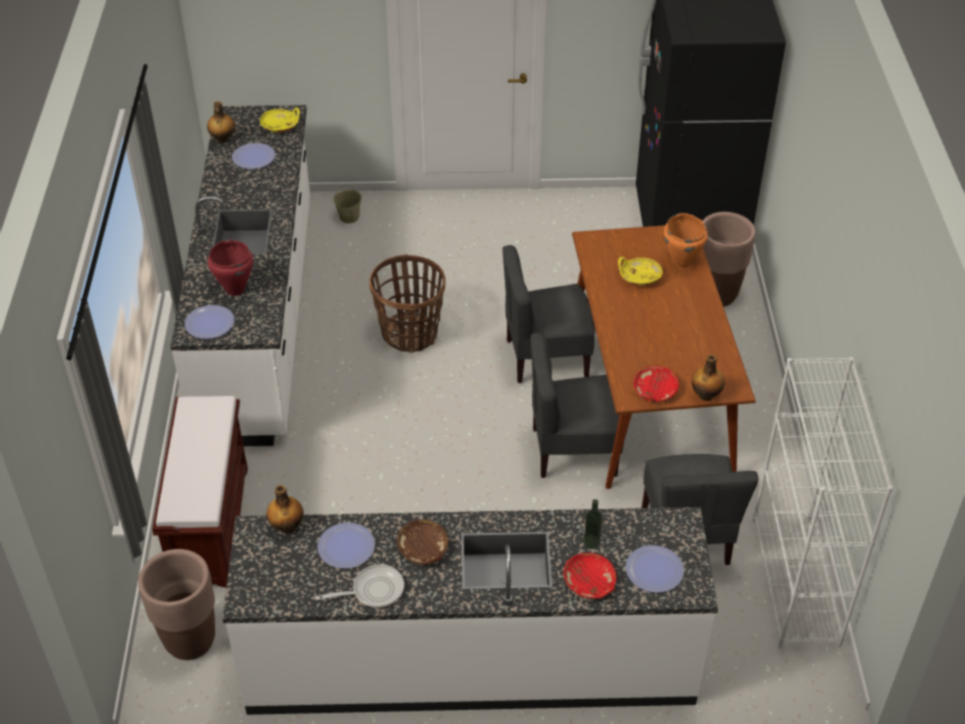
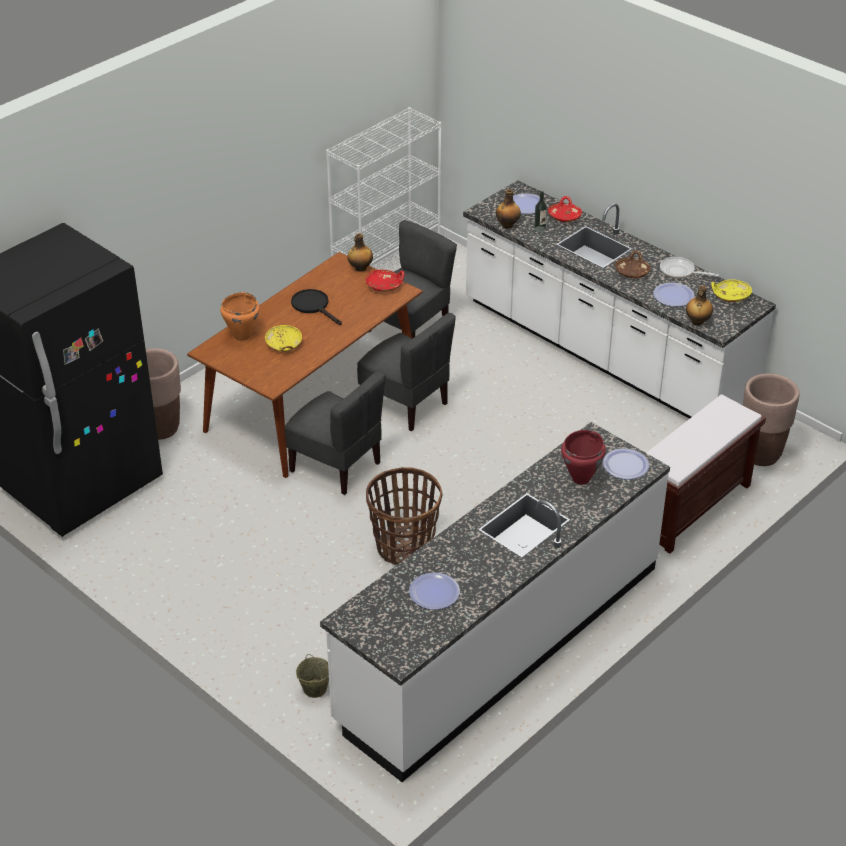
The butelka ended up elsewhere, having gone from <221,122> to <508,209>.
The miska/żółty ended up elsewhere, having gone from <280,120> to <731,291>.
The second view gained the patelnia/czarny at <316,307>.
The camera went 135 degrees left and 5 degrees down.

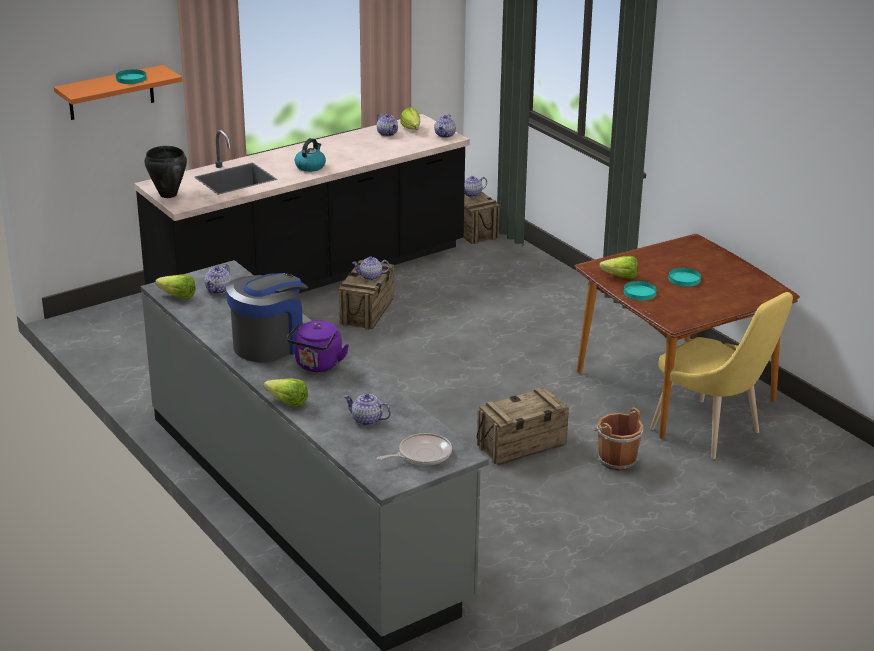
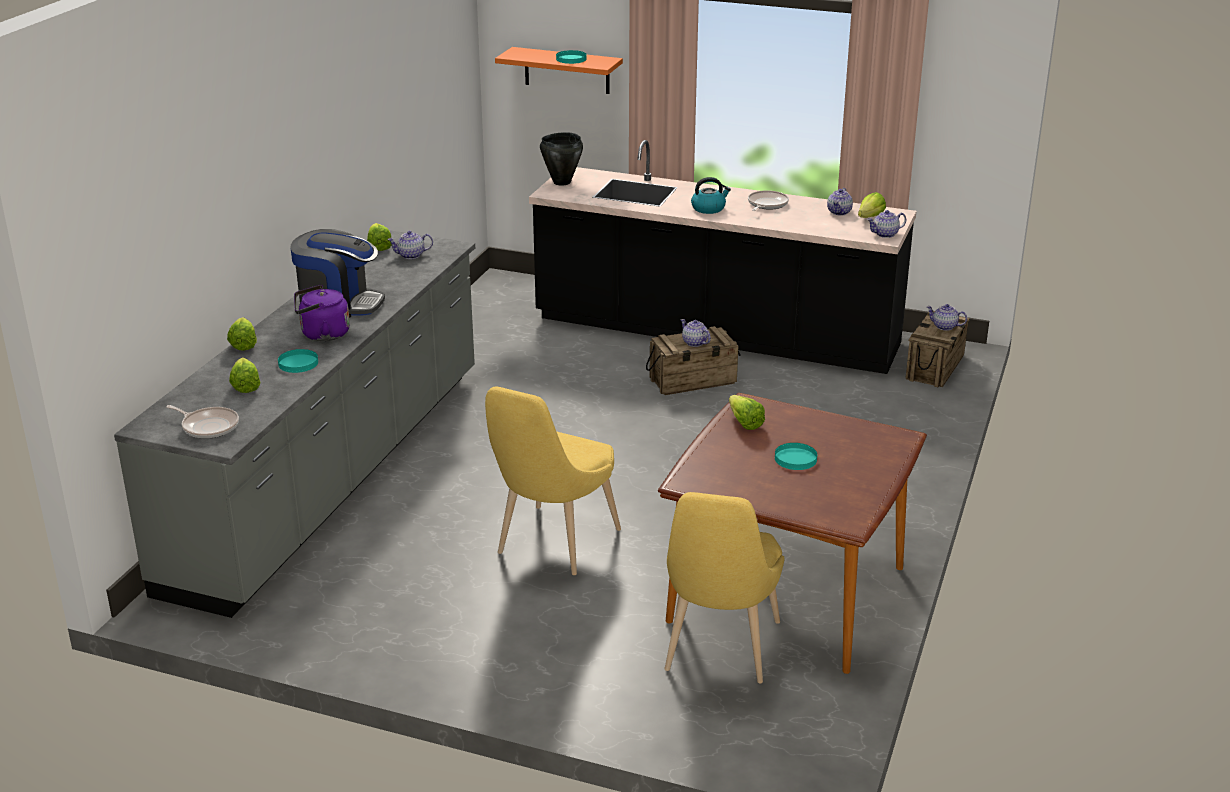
The talerz/turkusowy ended up elsewhere, having gone from <640,290> to <298,361>.
Where the skrzynka stood at <523,426>, the krzesło/żółty came to stand at <553,481>.
Where the imbryk stood at <367,409>, the sałata came to stand at <244,375>.
The second view lost the wiadro/brązowy at <618,439>.
The second view gained the patelnia at <768,200>.
The camera went 55 degrees right and 0 degrees up.

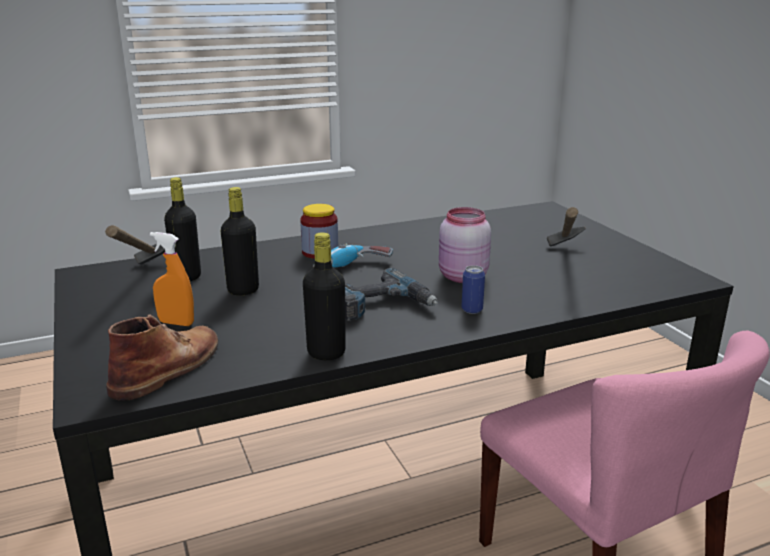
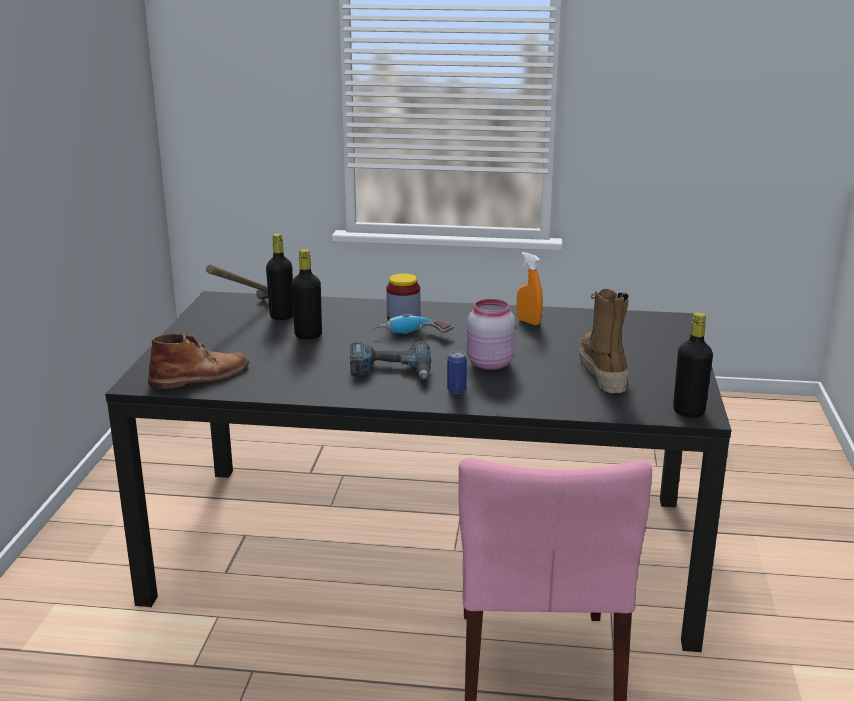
Where the młotek stood at <566,226>, the but z cholewką came to stand at <604,341>.
The spryskiwacz/pomarańczowy ended up elsewhere, having gone from <172,279> to <529,288>.
The butelka/czarny ended up elsewhere, having gone from <324,296> to <693,365>.
The camera went 30 degrees right and 0 degrees up.

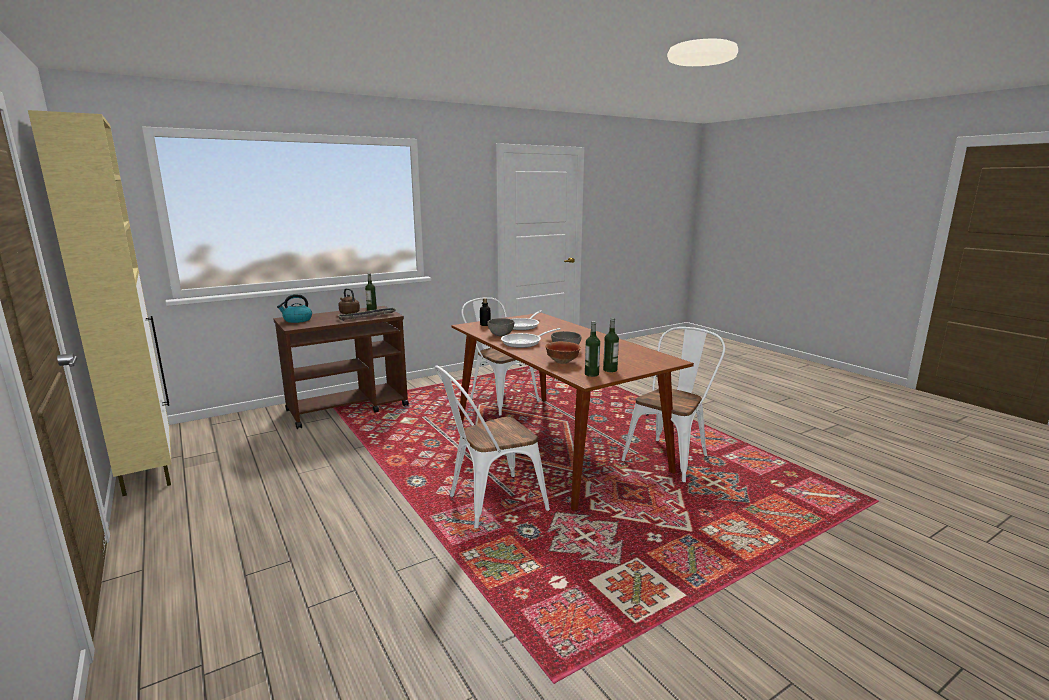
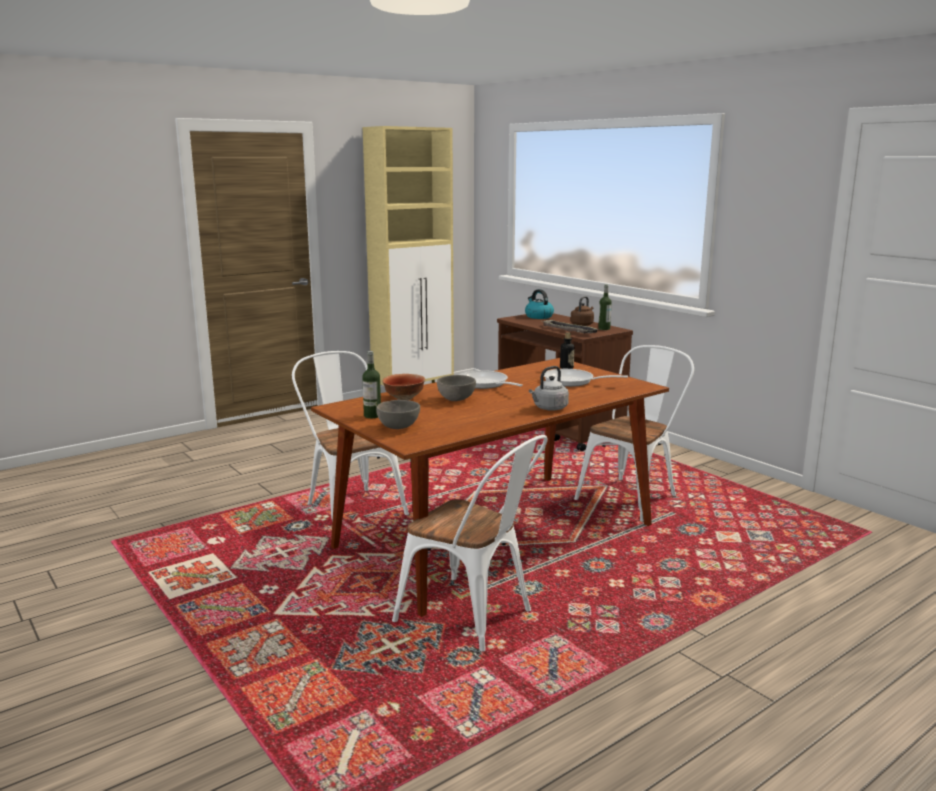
The miska/szary ended up elsewhere, having gone from <500,327> to <398,414>.
The second view lost the butelka at <592,349>.
The second view gained the czajnik/szary at <549,388>.
The camera went 85 degrees right and 0 degrees up.

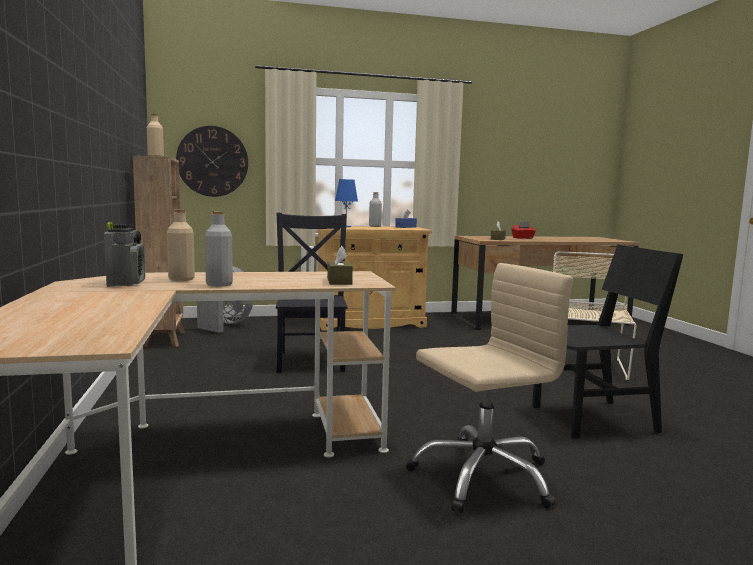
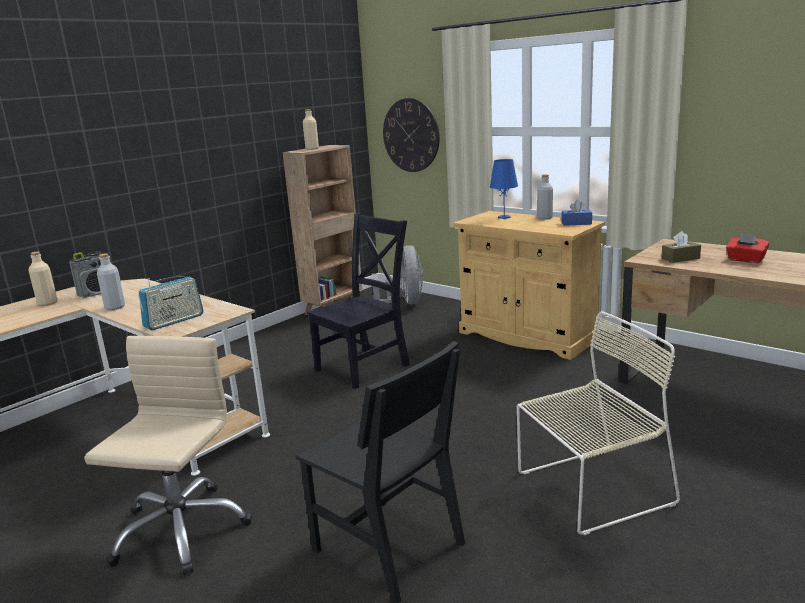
The butelka/beżowy ended up elsewhere, having gone from <181,245> to <43,279>.
Where the pudełko chusteczek/brązowy stood at <340,265>, the radio came to stand at <171,303>.
The krzesło biurowe/beżowy at <489,388> ended up facing another way, 105 degrees counterclockwise from before.
The camera went 55 degrees right and 10 degrees up.

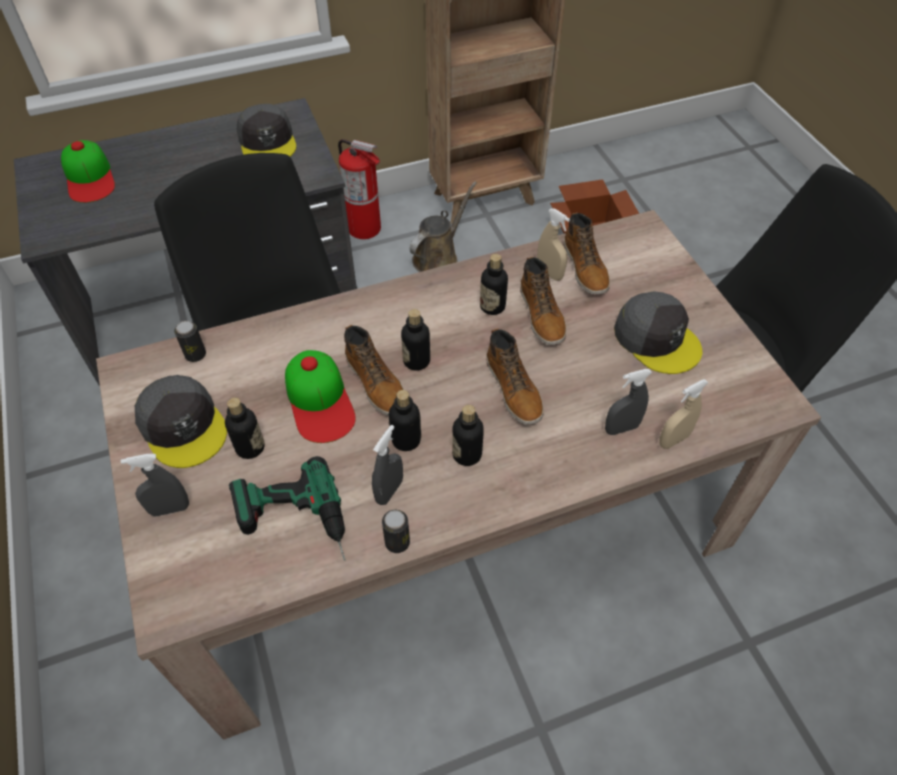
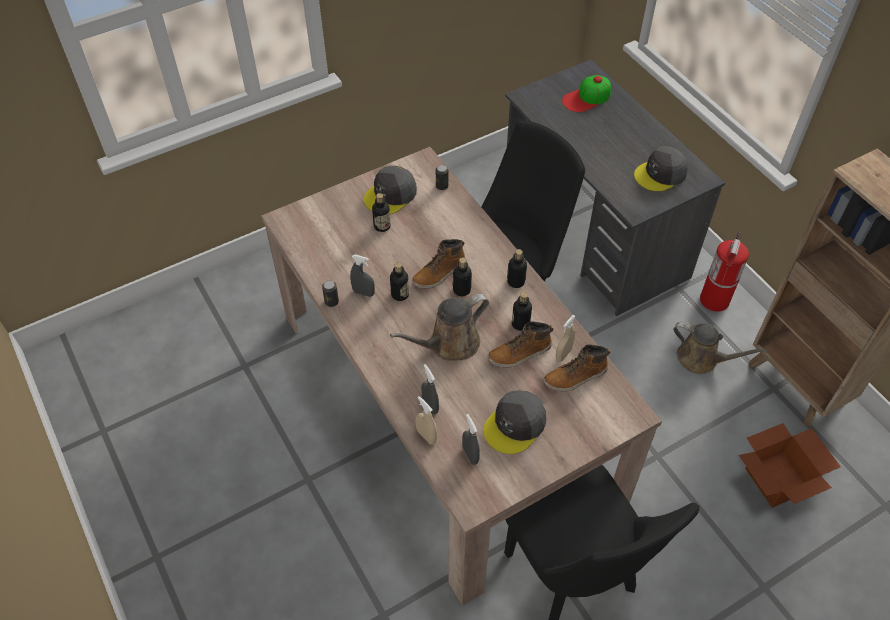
Where the but z cholewką stood at <515,376>, the konewka/brązowy came to stand at <439,327>.
The second view lost the czapka z daszkiem at <320,396>.
The butelka ended up elsewhere, having gone from <468,435> to <517,268>.
The spryskiwacz/szary ended up elsewhere, having gone from <155,485> to <471,439>.
The second view lost the wiertarka at <287,508>.
The camera went 80 degrees right and 0 degrees up.

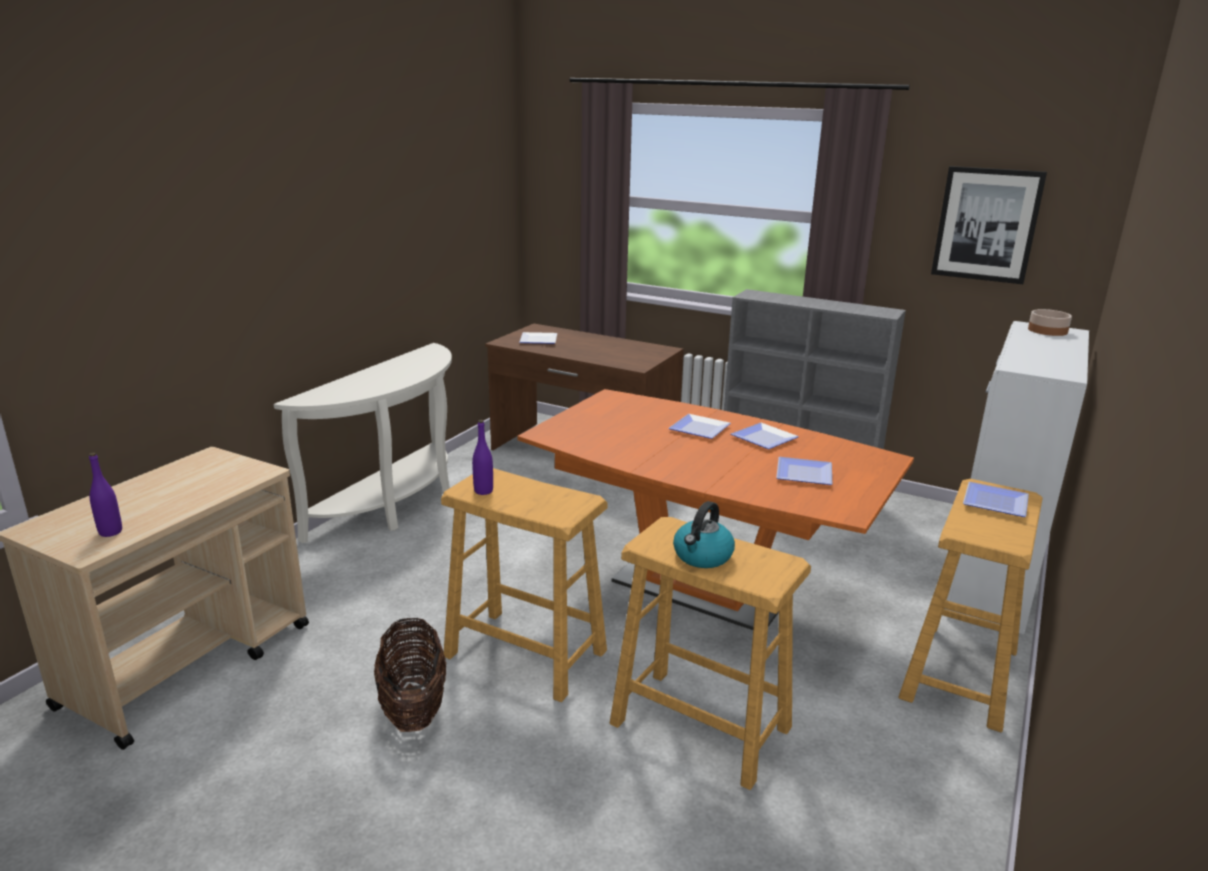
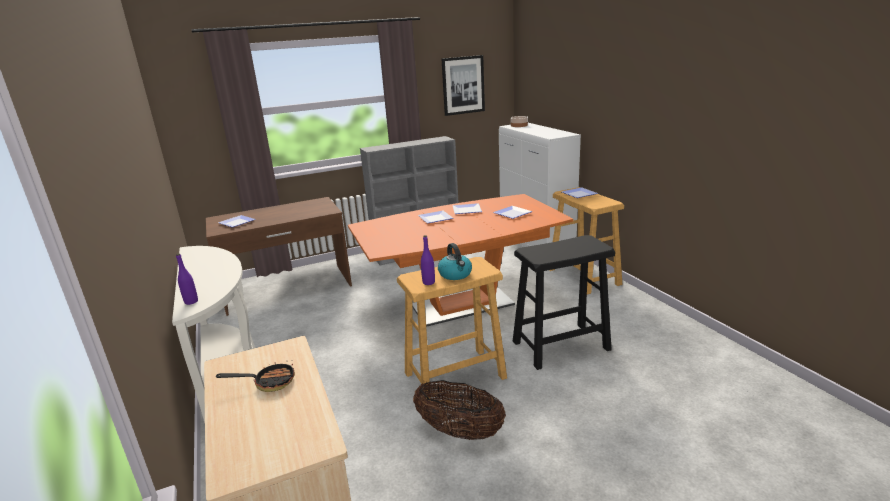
The butelka/fioletowy ended up elsewhere, having gone from <105,495> to <187,279>.
The czajnik ended up elsewhere, having gone from <704,534> to <455,261>.
What was the stołek/beżowy at <710,653> turned into the stołek/czarny at <564,302>.
The second view gained the patelnia at <255,377>.
The camera went 50 degrees left and 0 degrees up.

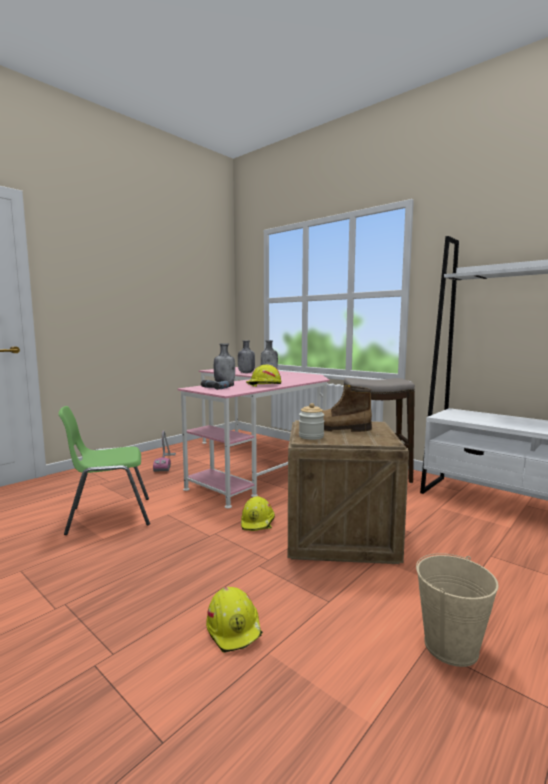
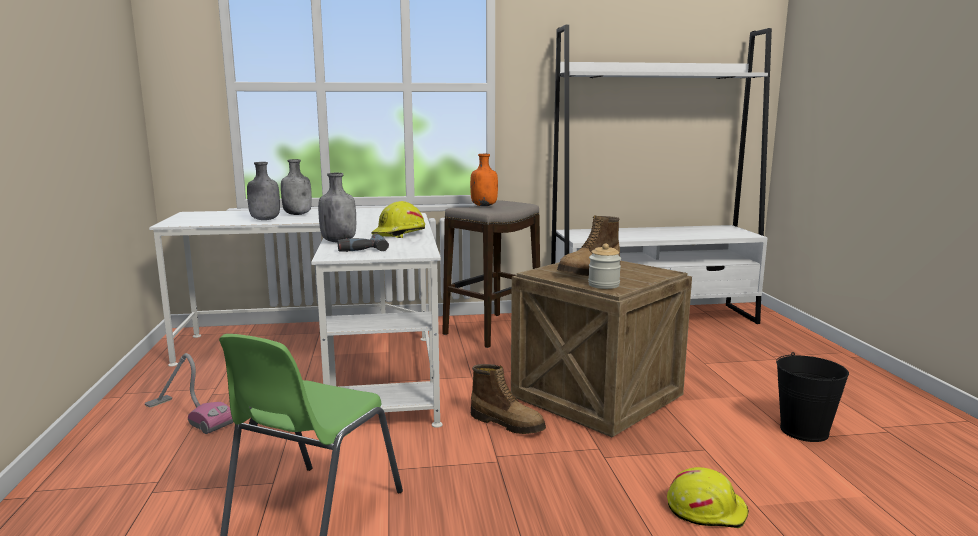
What was the biurko/różowy at <254,437> turned into the biurko/biały at <296,318>.
Where the kask/żółty stood at <258,513>, the but z cholewką came to stand at <508,399>.
What was the wiadro/beżowy at <457,610> turned into the wiadro/czarny at <812,397>.
The second view gained the butelka/pomarańczowy at <484,180>.
The camera went 50 degrees left and 5 degrees up.

